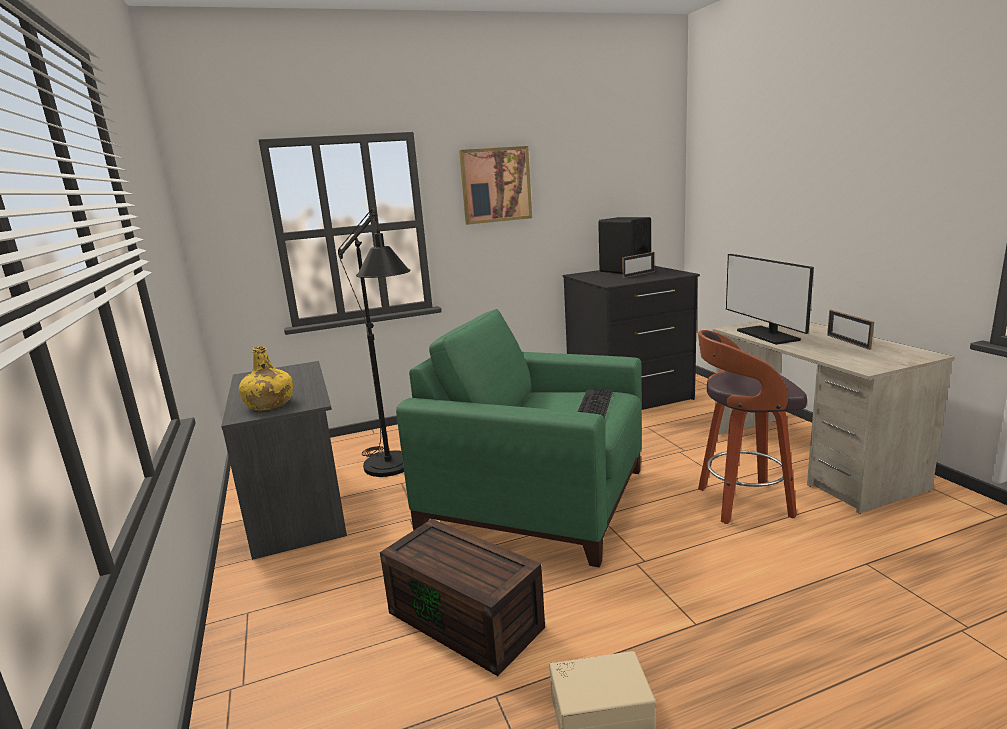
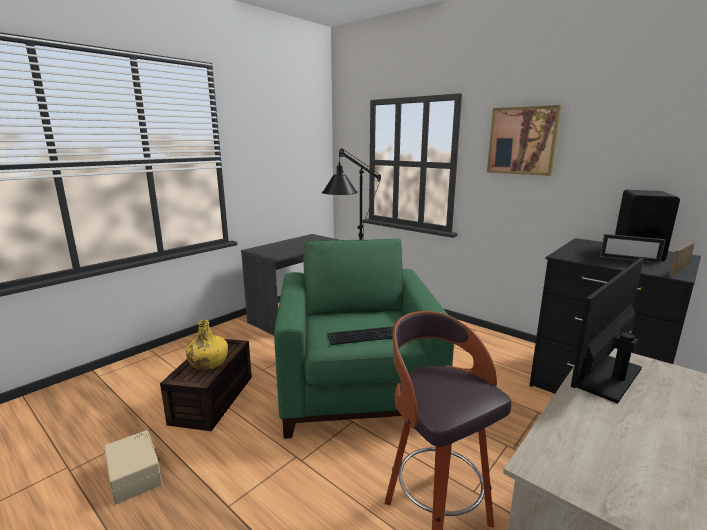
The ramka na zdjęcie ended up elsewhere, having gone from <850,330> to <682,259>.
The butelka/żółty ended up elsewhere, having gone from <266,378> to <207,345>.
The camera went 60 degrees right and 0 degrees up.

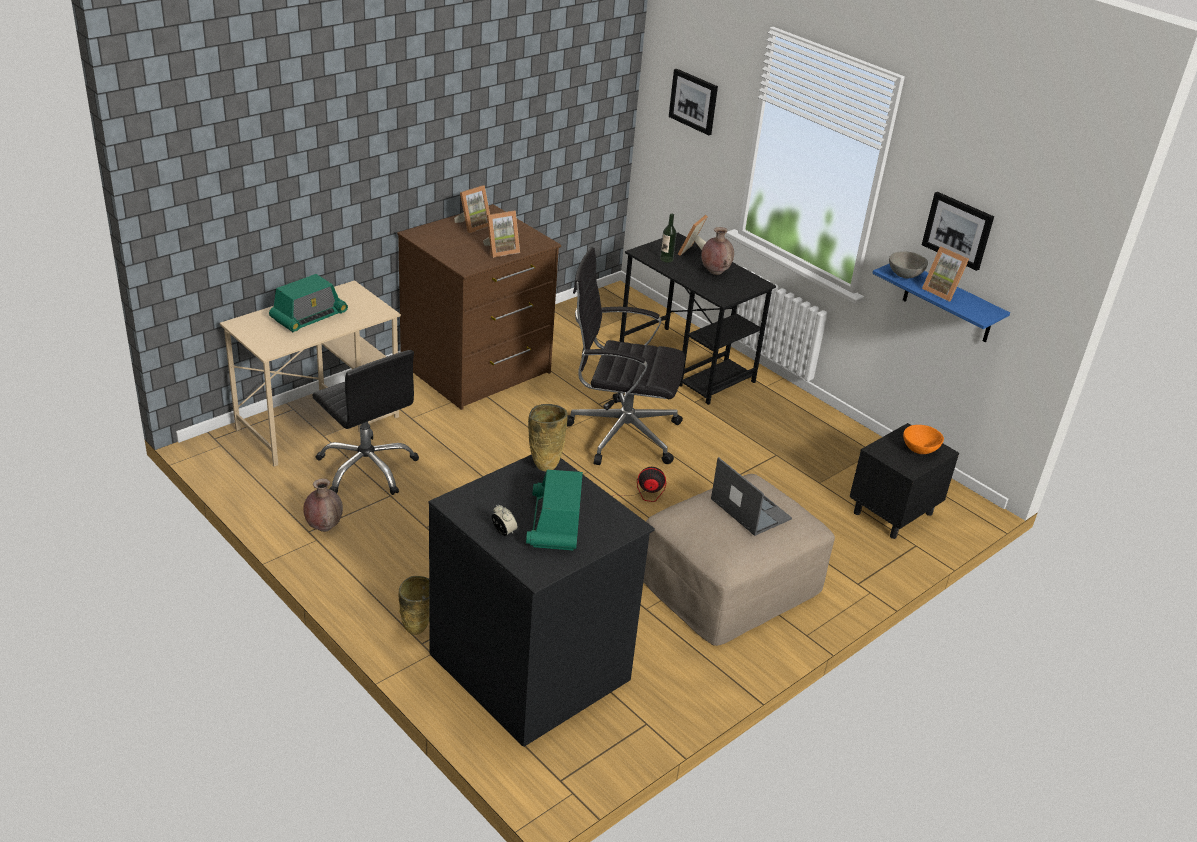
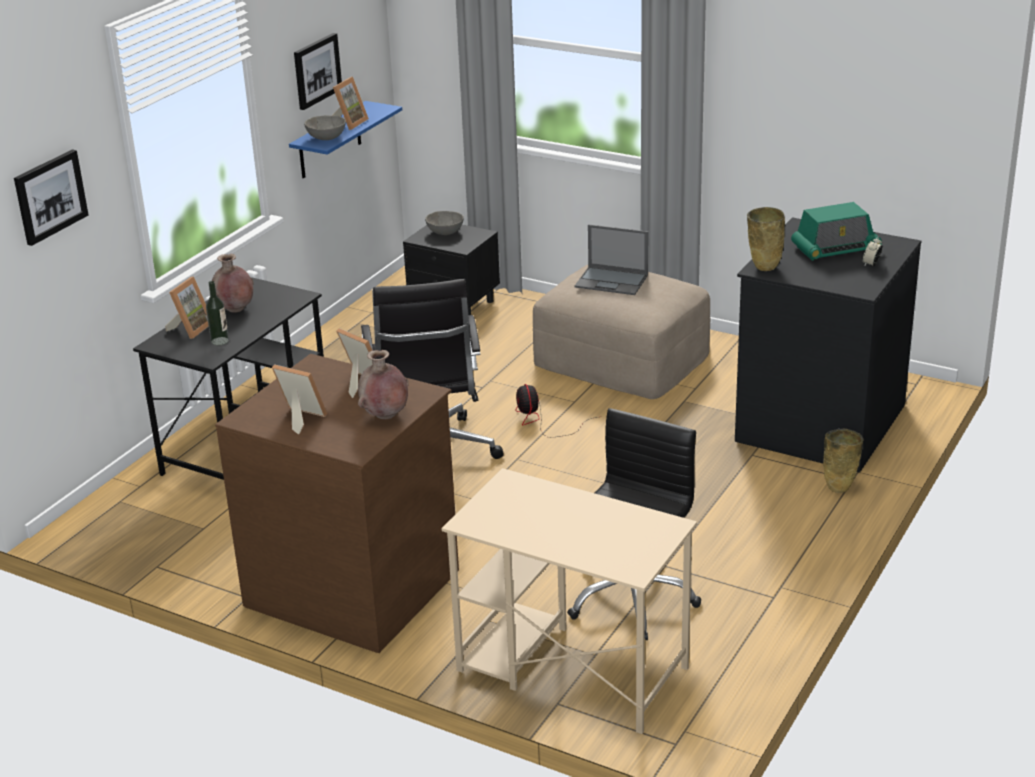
The ramka na zdjęcie at <693,235> ended up facing another way, 75 degrees counterclockwise from before.
The second view lost the radio at <308,303>.
What was the miska/pomarańczowy at <923,439> turned into the miska/szary at <444,223>.
The laptop at <751,496> ended up facing another way, 105 degrees counterclockwise from before.
The wazon/brązowy ended up elsewhere, having gone from <323,505> to <383,384>.
The camera went 105 degrees left and 5 degrees down.

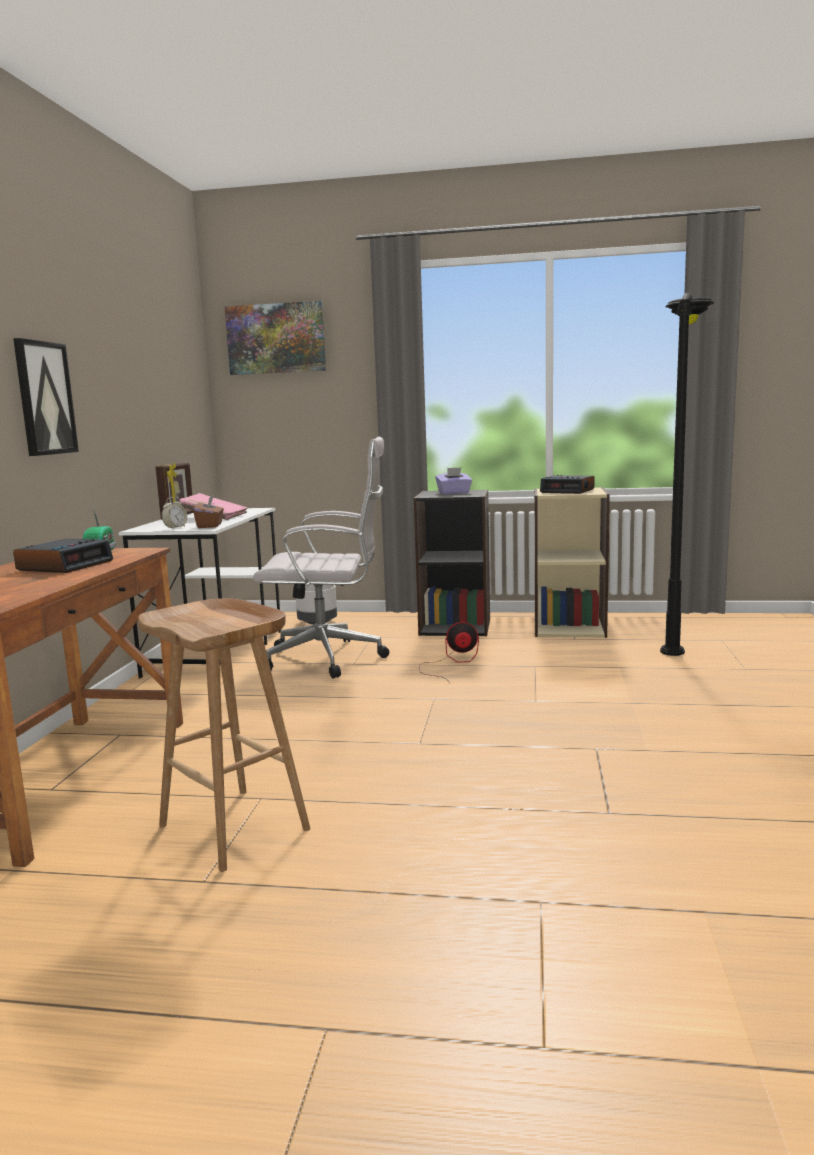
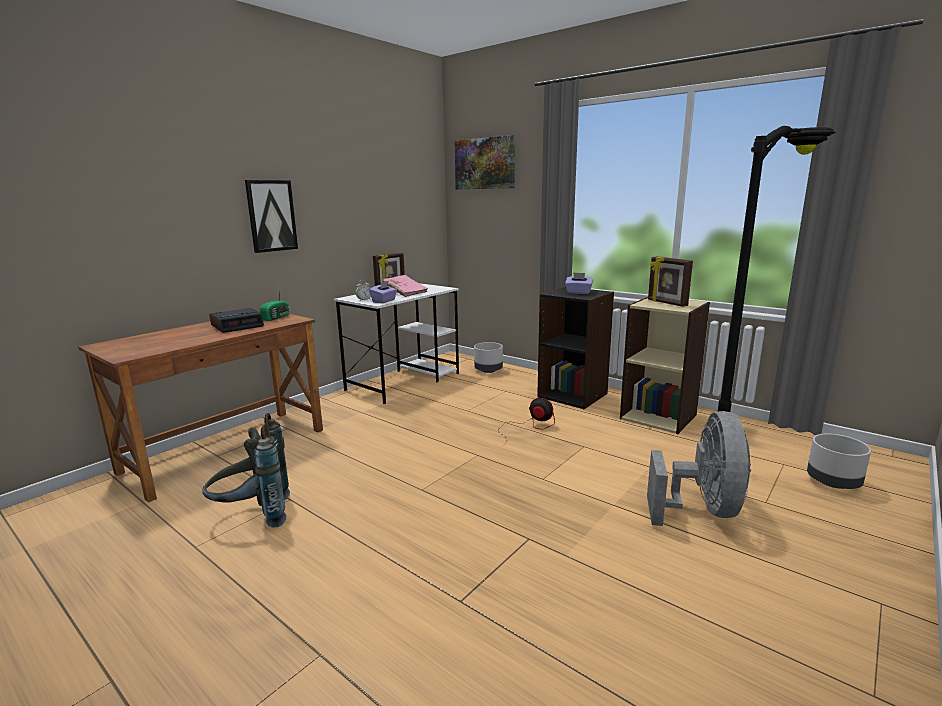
The second view lost the krzesło biurowe/biały at <321,557>.
Where the budzik stood at <567,484>, the ramka na zdjęcie came to stand at <670,282>.
What was the pudełko chusteczek/brązowy at <208,511> turned into the pudełko chusteczek/fioletowy at <383,292>.
Where the stołek/brązowy stood at <224,735>, the plecak/szary came to stand at <246,470>.
The second view gained the wentylator/szary at <699,468>.
The second view gained the donica/szary at <839,461>.
The camera went 30 degrees right and 5 degrees up.

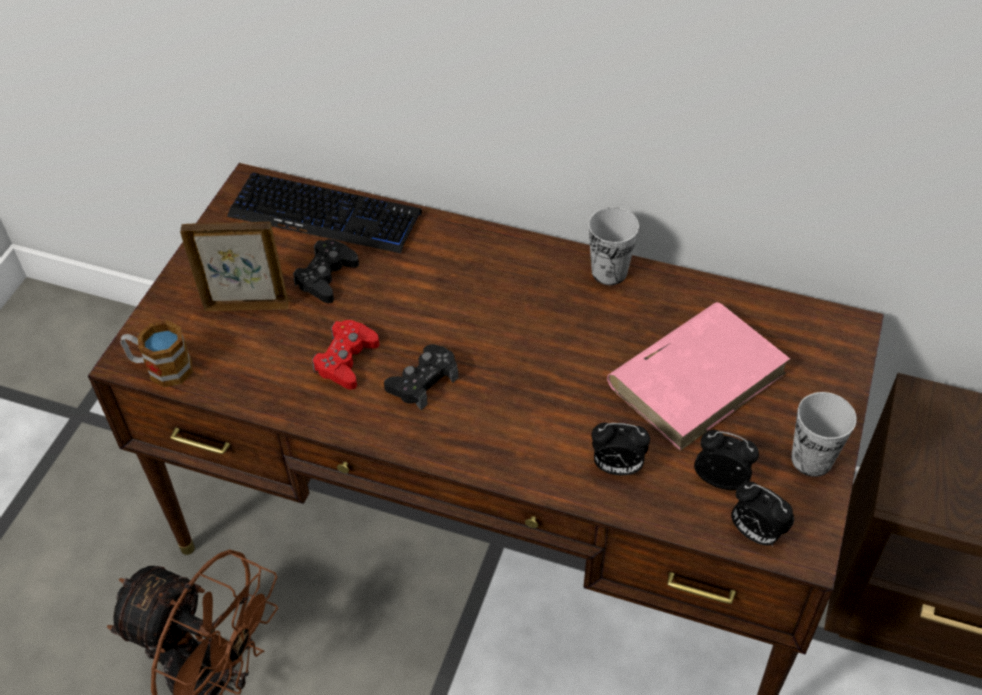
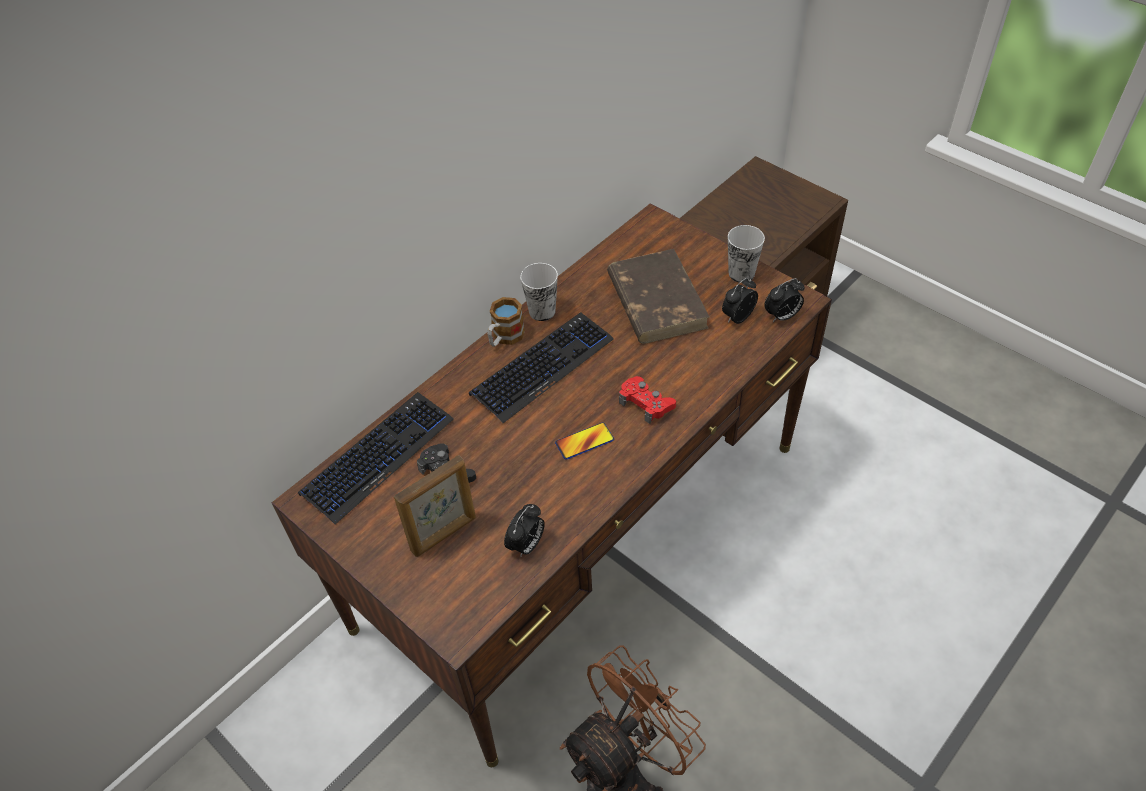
The ramka na zdjęcie at <234,266> ended up facing another way, 150 degrees counterclockwise from before.
What was the książka/różowy at <698,376> turned into the książka/brązowy at <658,296>.
The kubek ended up elsewhere, having gone from <157,353> to <506,322>.
The pad do gier/czerwony ended up elsewhere, having gone from <345,355> to <647,400>.
Where the pad do gier/czarny stood at <421,377>, the telefon came to stand at <584,441>.
The budzik ended up elsewhere, having gone from <620,449> to <524,530>.
The second view gained the klawiatura at <541,367>.
The camera went 65 degrees left and 0 degrees up.

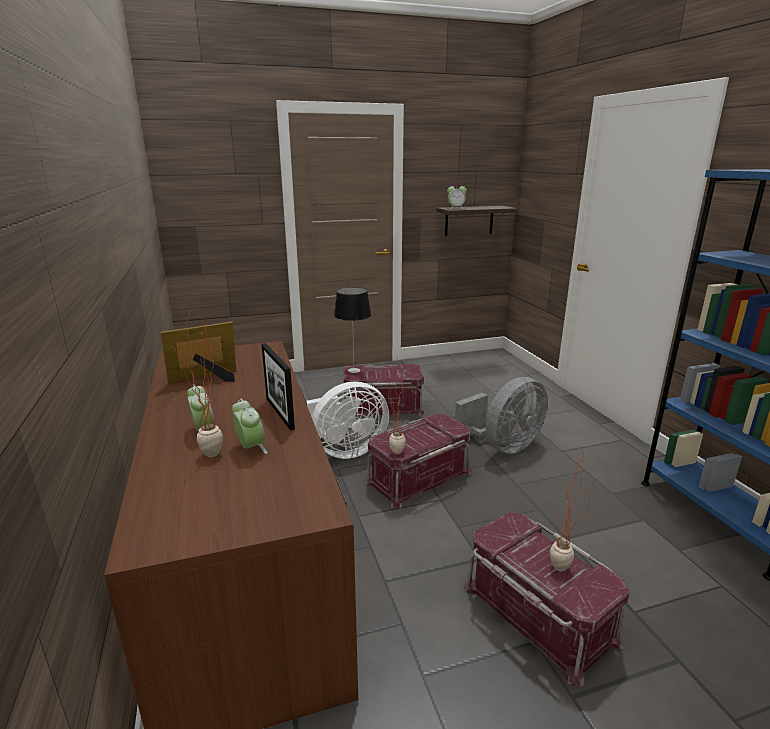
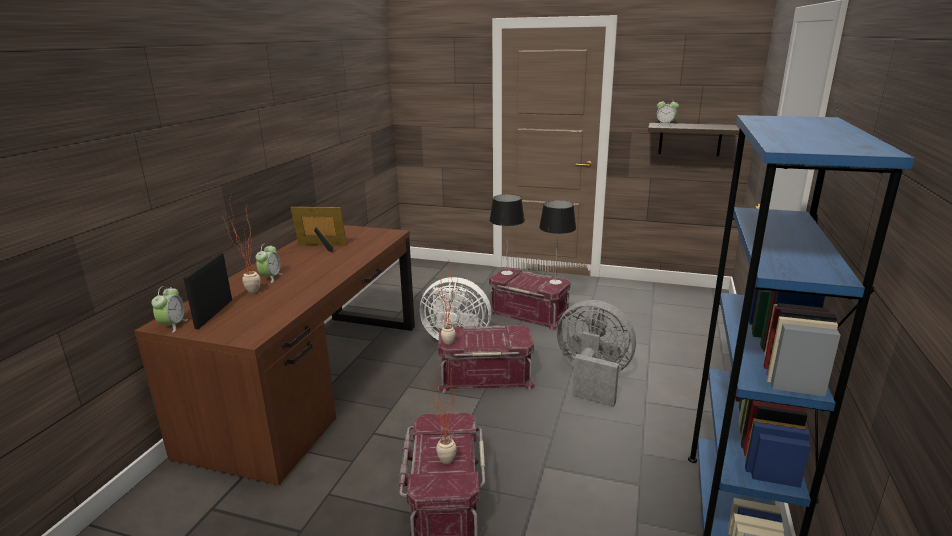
The ramka na zdjęcie ended up elsewhere, having gone from <278,387> to <208,291>.
The wentylator/szary at <501,415> ended up facing another way, 150 degrees counterclockwise from before.
The budzik ended up elsewhere, having gone from <249,426> to <170,309>.
The second view gained the lampa stołowa at <557,242>.
The camera went 35 degrees right and 0 degrees up.

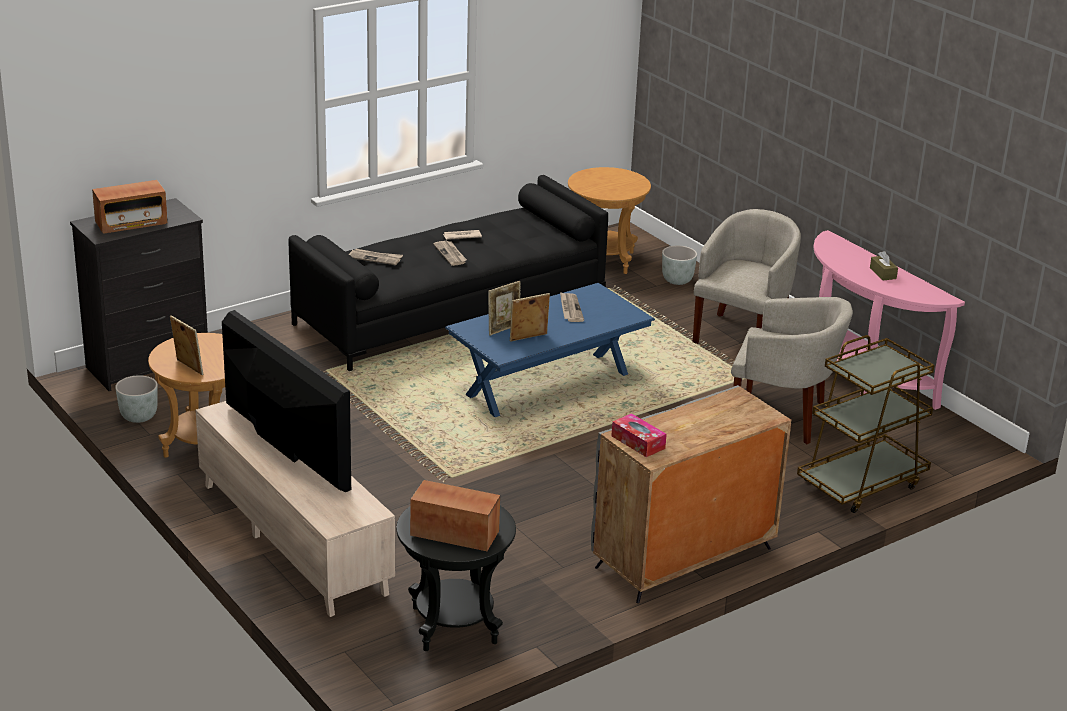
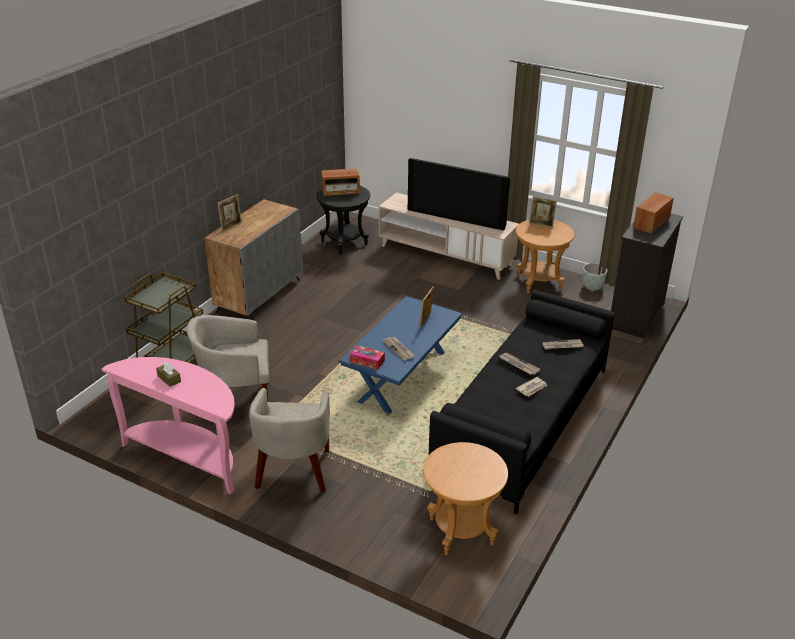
The second view lost the donica/szary at <679,265>.
The ramka na zdjęcie ended up elsewhere, having gone from <530,317> to <230,213>.
The pudełko chusteczek ended up elsewhere, having gone from <639,435> to <367,357>.
The camera went 155 degrees right and 5 degrees up.

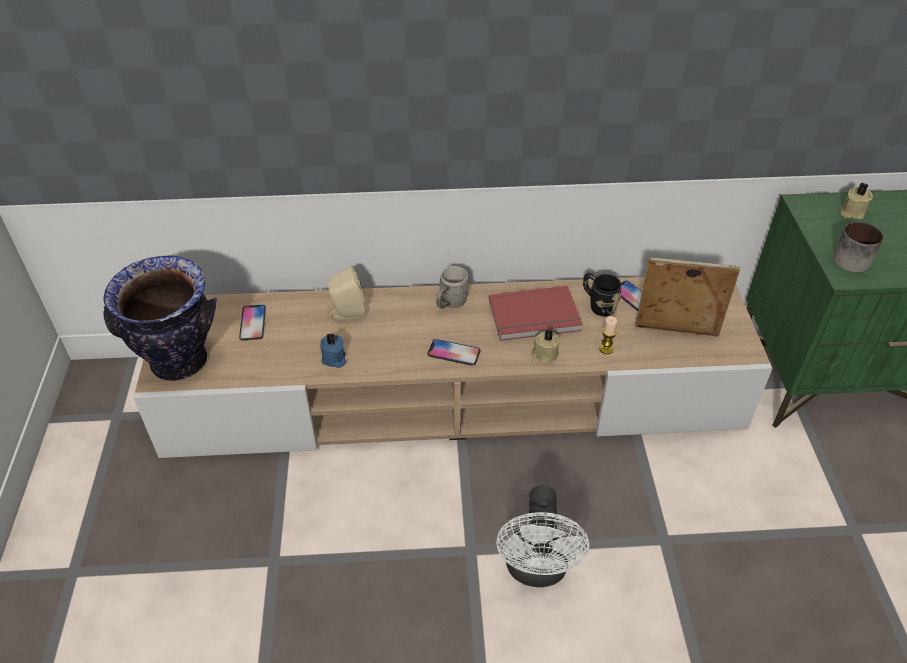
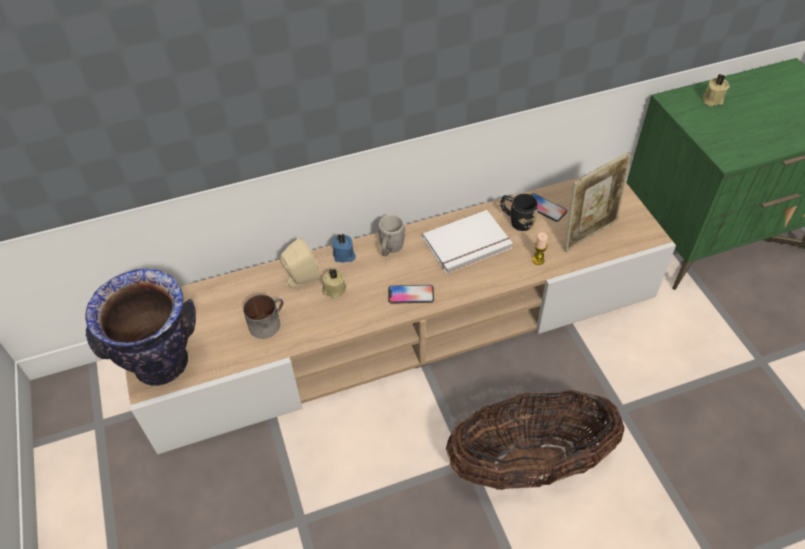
The kubek ended up elsewhere, having gone from <858,247> to <263,316>.
The ramka na zdjęcie at <687,297> ended up facing another way, 150 degrees clockwise from before.
What was the książka/czerwony at <536,313> turned into the książka/biały at <468,242>.
The second view lost the telefon at <252,323>.
The świeca/beżowy ended up elsewhere, having gone from <545,346> to <334,283>.
The świeca/niebieski ended up elsewhere, having gone from <333,350> to <344,247>.
Where the wentylator/biały stood at <542,536>, the koszyk came to stand at <535,440>.
The camera went 15 degrees left and 5 degrees up.

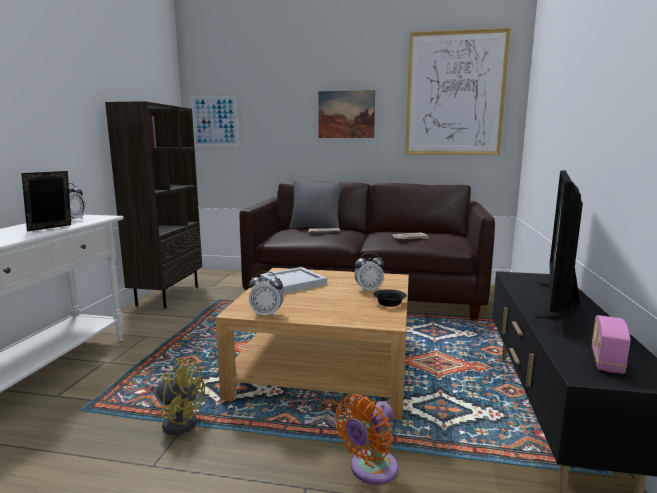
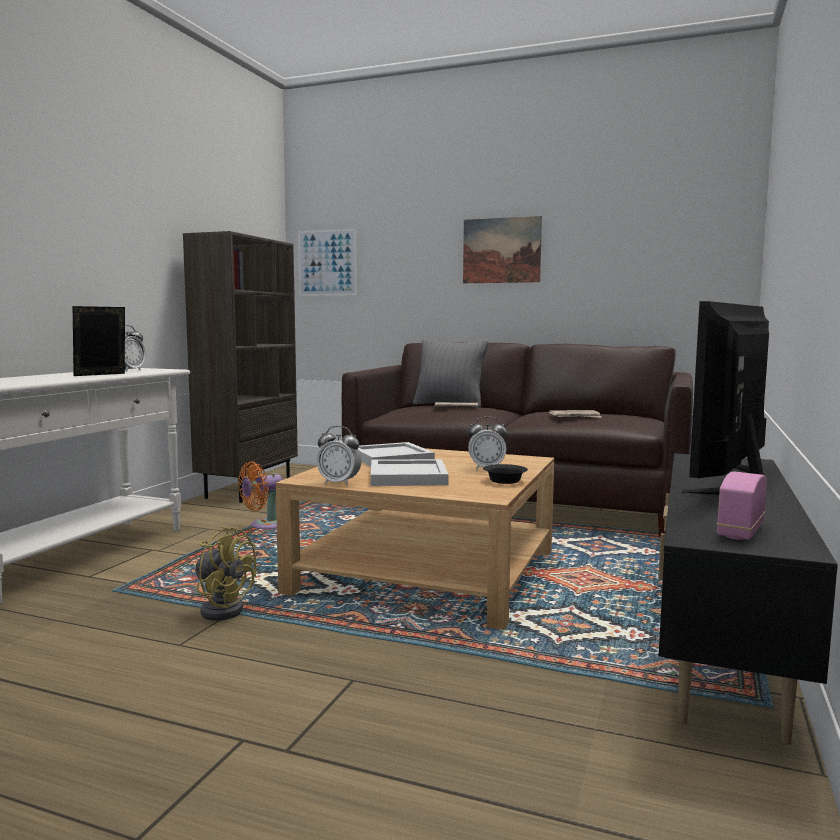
The second view lost the obraz at <458,91>.
The wentylator/pomarańczowy ended up elsewhere, having gone from <366,439> to <260,495>.
The second view gained the taca/biały at <410,472>.
The camera went 10 degrees right and 5 degrees down.

